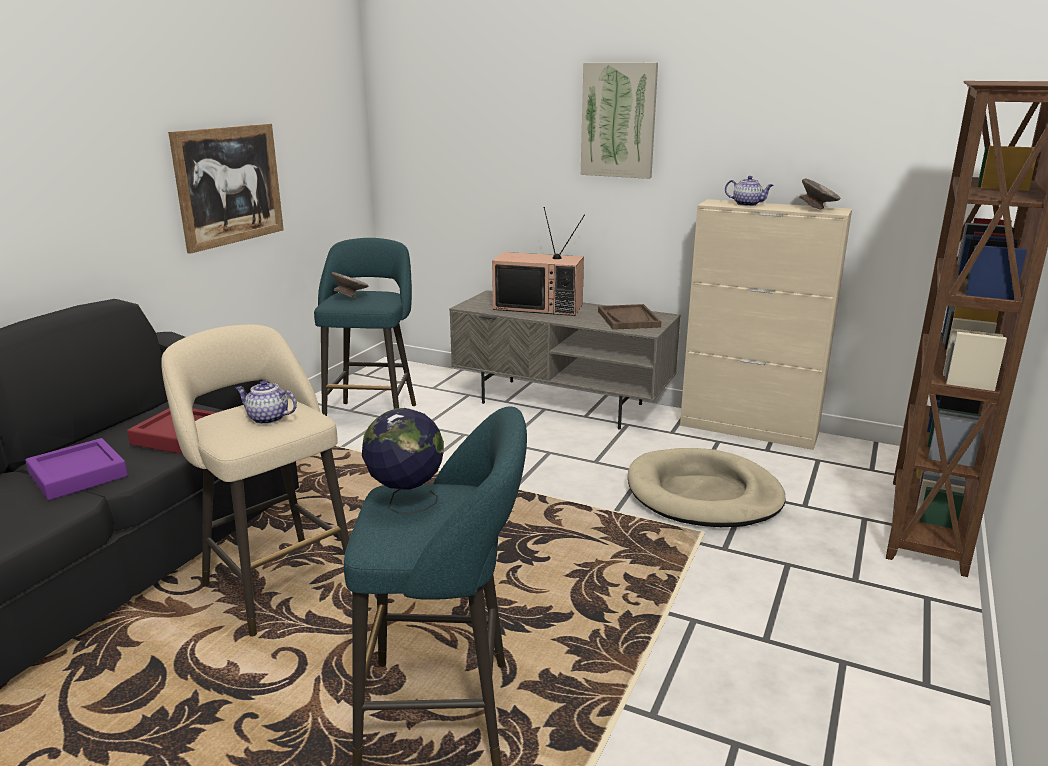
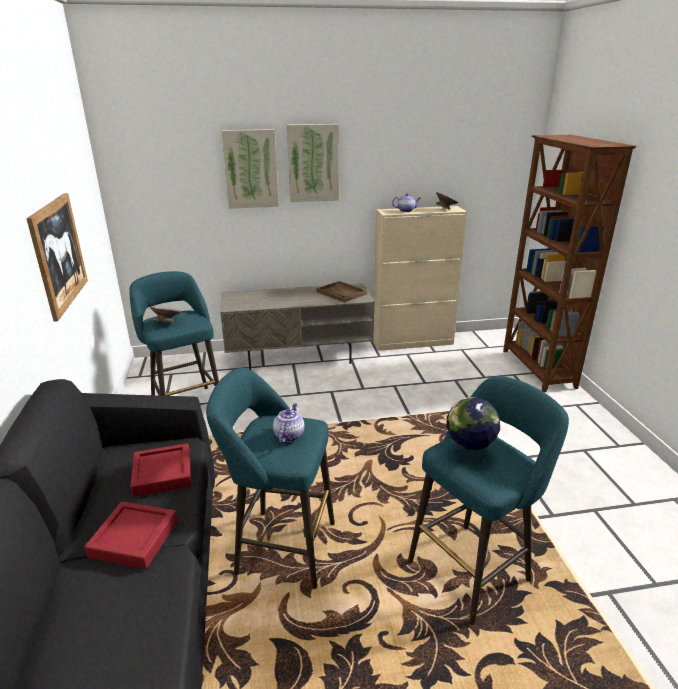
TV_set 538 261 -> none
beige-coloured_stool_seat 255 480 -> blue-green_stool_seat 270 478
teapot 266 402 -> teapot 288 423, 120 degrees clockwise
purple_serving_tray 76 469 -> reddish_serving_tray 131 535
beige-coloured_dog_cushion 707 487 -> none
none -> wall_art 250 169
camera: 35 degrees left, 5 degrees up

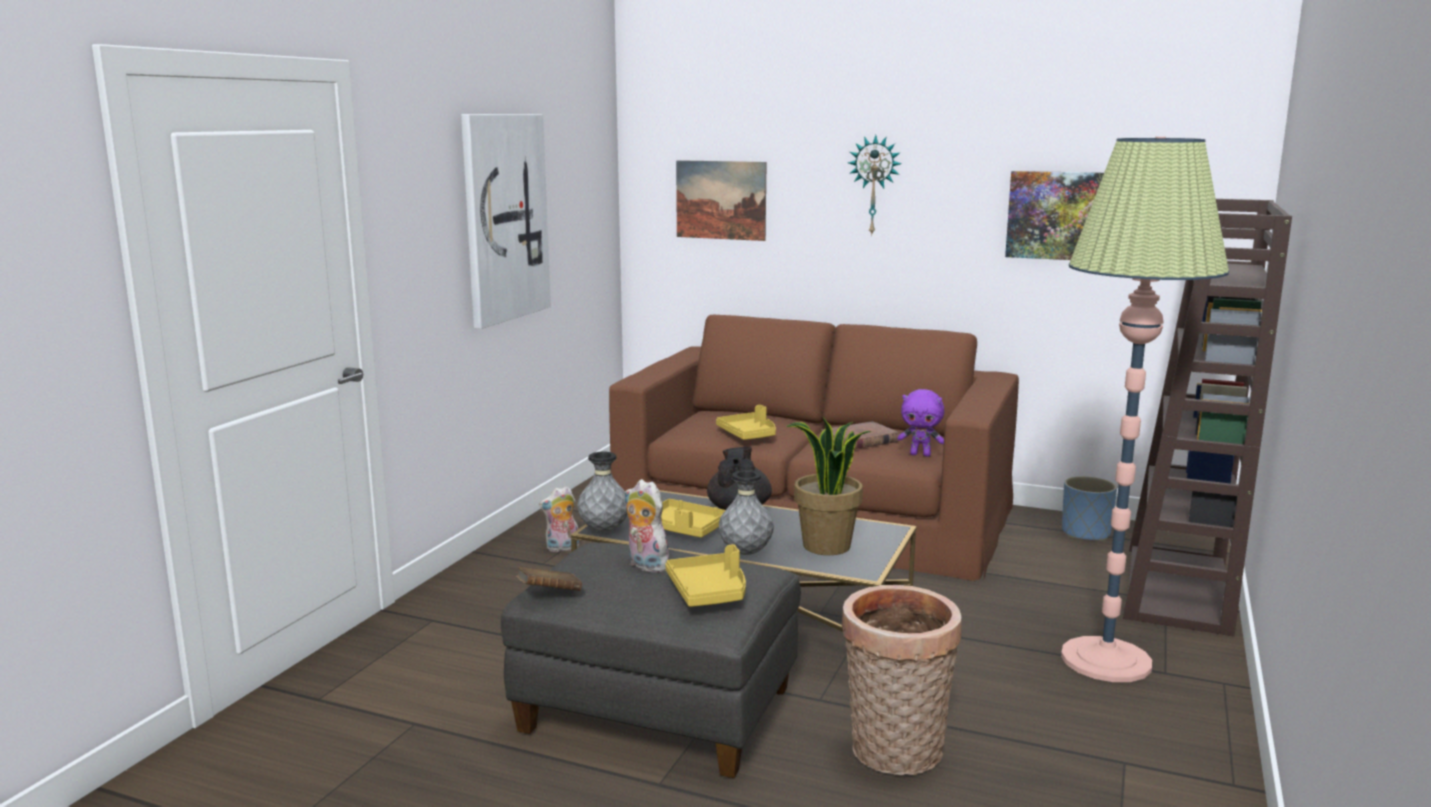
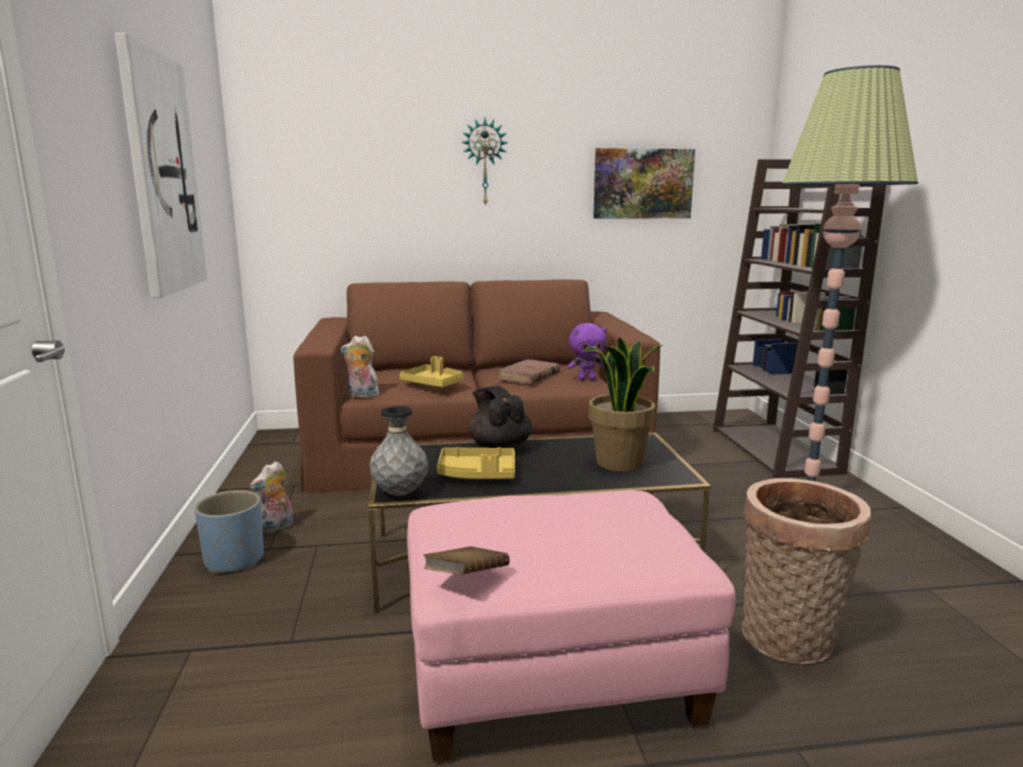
wall_art 721 200 -> none
grey_decorative_vase 746 512 -> none
bluish_plant_pot 1089 508 -> bluish_plant_pot 229 531, shifted
cuddly_toy 646 526 -> cuddly_toy 361 367, shifted
grey_pouffe 651 660 -> pink_pouffe 571 626
yellowish_serving_tray 705 575 -> none
camera: 30 degrees left, 0 degrees up

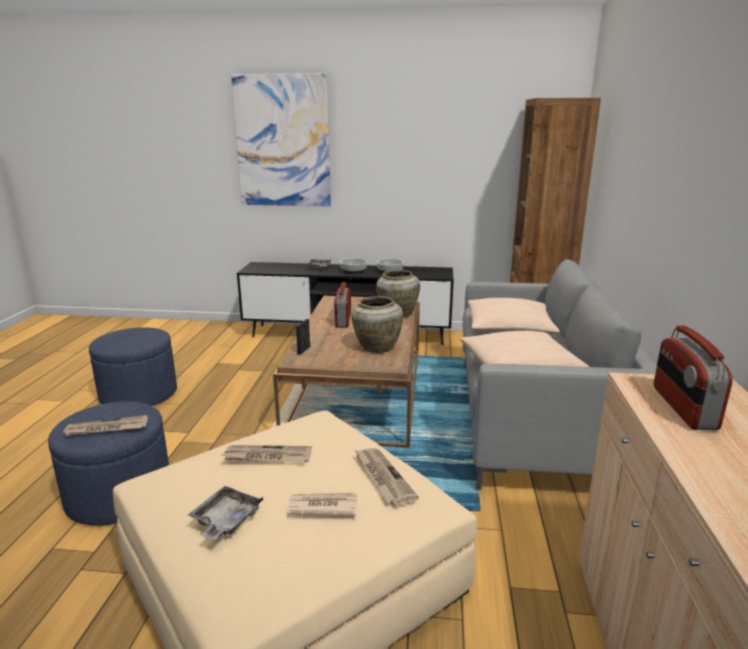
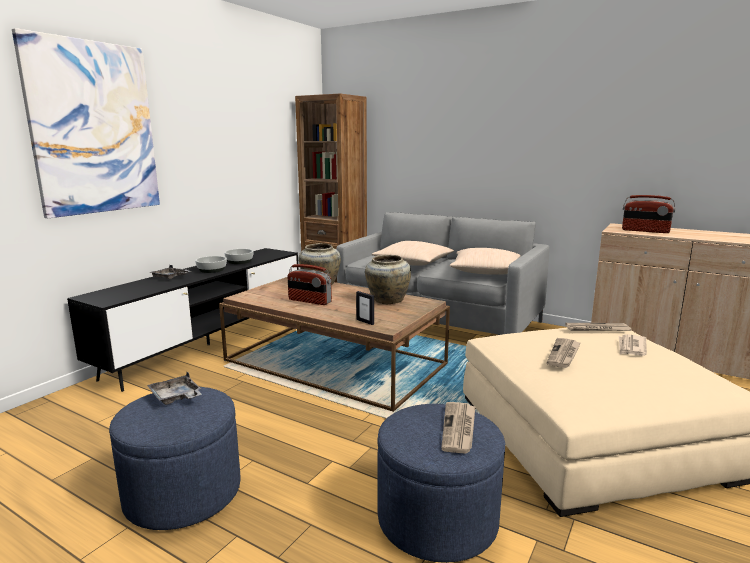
grey_serving_tray 225 513 -> grey_serving_tray 174 388, shifted
camera: 65 degrees left, 5 degrees down

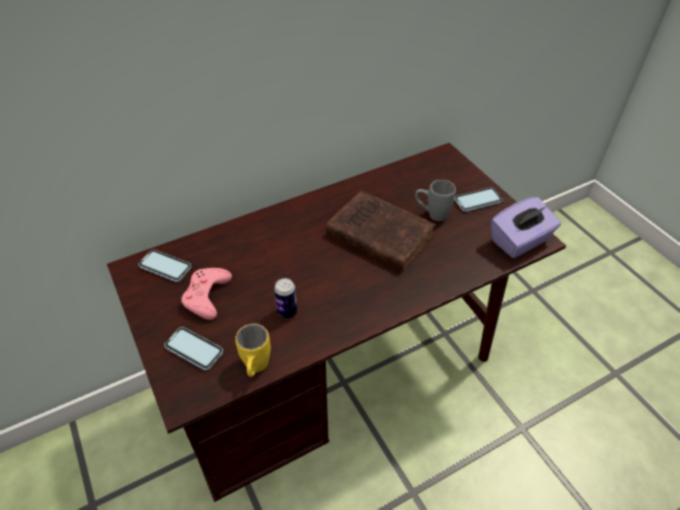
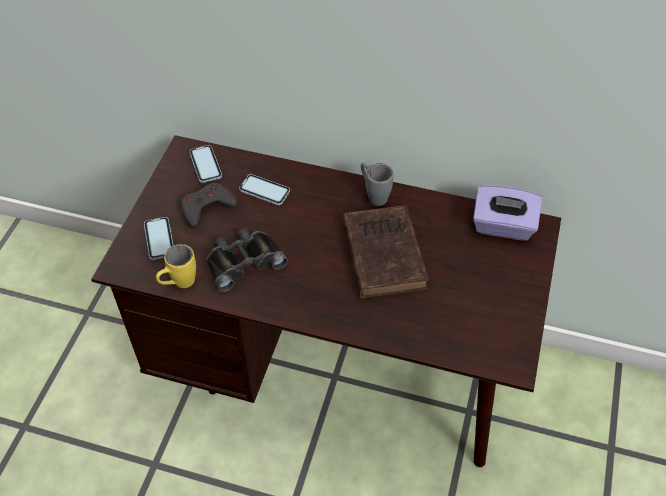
grey_tea_mug 435 200 -> grey_tea_mug 377 184, shifted
telephone 478 199 -> telephone 264 189, shifted
purple_tissue_box 526 227 -> purple_tissue_box 507 213, shifted
pink_game_controller 206 294 -> grey_game_controller 209 205
can 285 298 -> black_pair_of_binoculars 247 260
camera: 45 degrees right, 5 degrees up

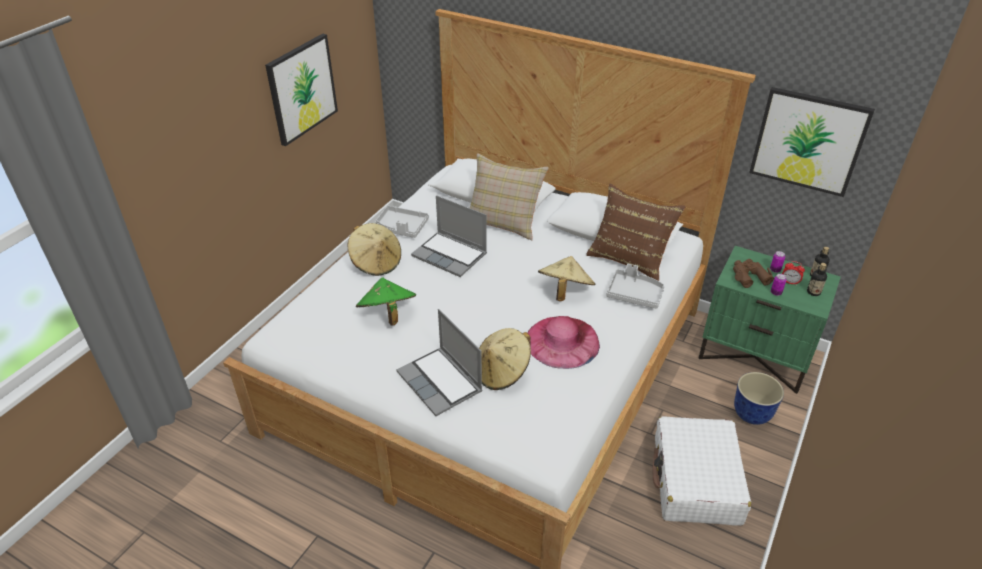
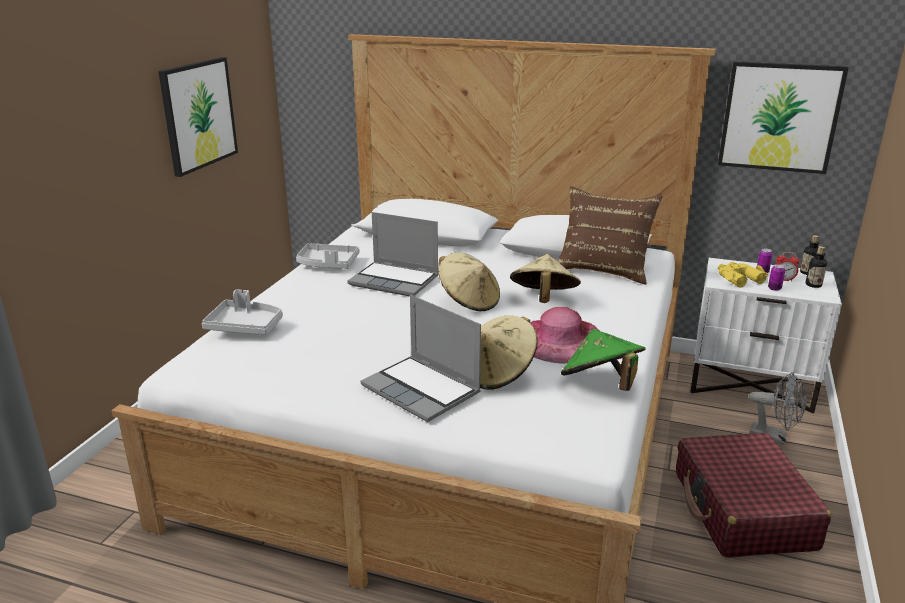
beige-coloured_throw_pillow 509 196 -> none
beige-coloured_wearable_hat 374 249 -> beige-coloured_wearable_hat 469 282, shifted
greenish_night_table 770 320 -> white_night_table 766 335
brown_pair_of_binoculars 753 273 -> yellowish_pair_of_binoculars 743 275
grey_serving_tray 635 286 -> grey_serving_tray 242 312, shifted
greenish_wearable_hat 386 301 -> greenish_wearable_hat 603 360, shifted
plant_pot 759 398 -> grey_cooling_fan 777 408
white_piece_of_luggage 702 471 -> reddish_piece_of_luggage 753 495
camera: 10 degrees left, 15 degrees down

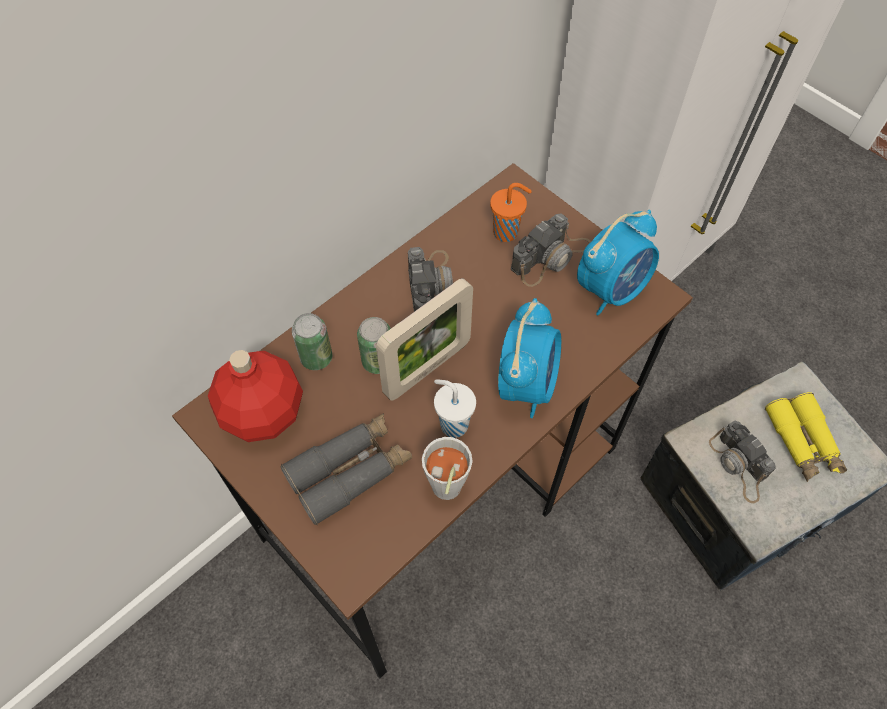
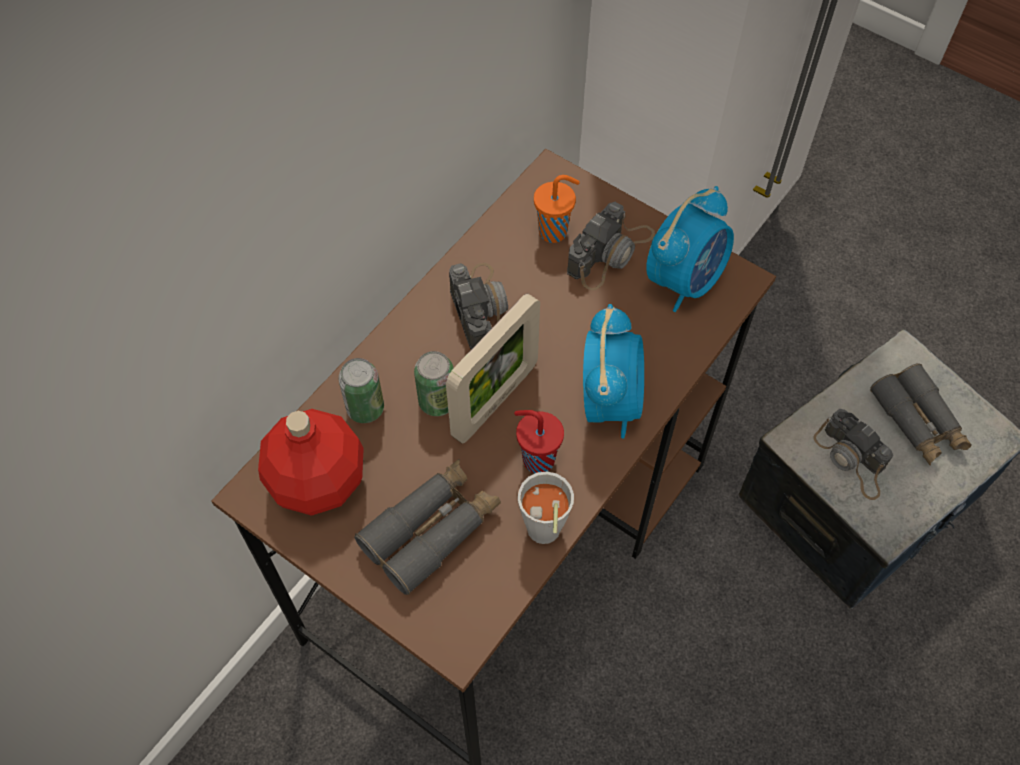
white_drinking_cup 455 408 -> reddish_drinking_cup 539 441
yellowish_pair_of_binoculars 806 437 -> grey_pair_of_binoculars 921 414
camera: 10 degrees left, 0 degrees up

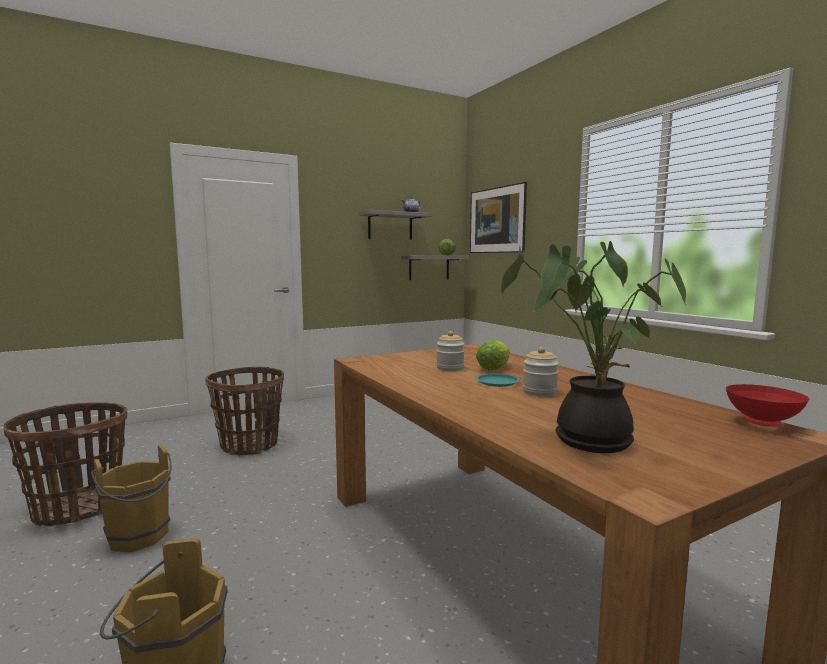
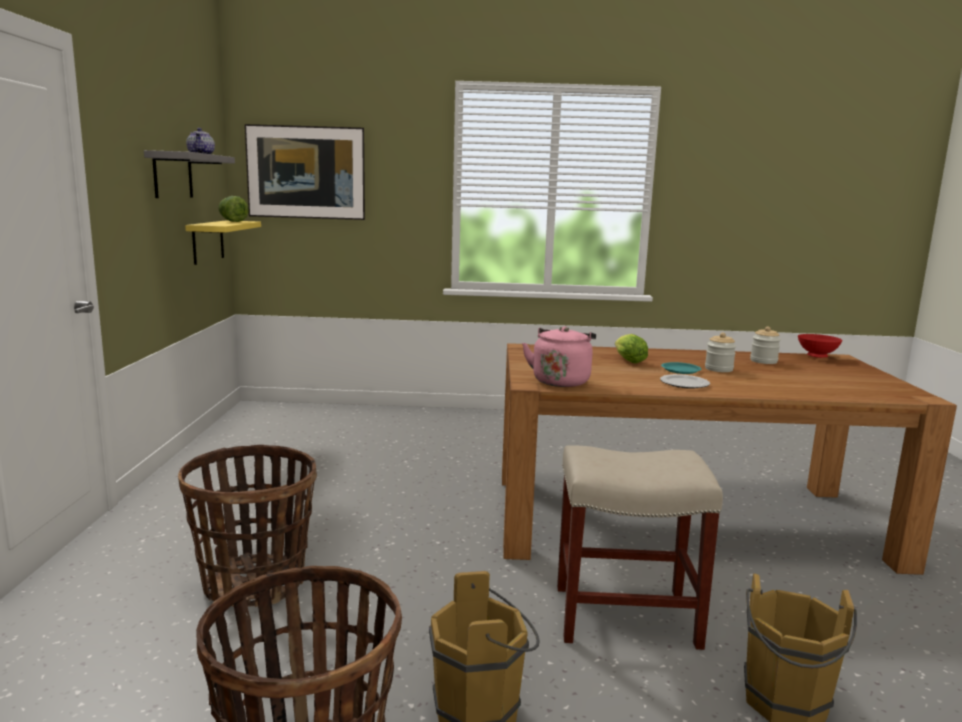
potted_plant 593 347 -> none
grey_shelf 435 268 -> yellowish_shelf 223 242
storage_jar 450 351 -> storage_jar 765 345, shifted
none -> pink_kettle 559 356
none -> flat_dish 685 381
none -> beige-coloured_stool_seat 640 547
camera: 60 degrees left, 5 degrees up

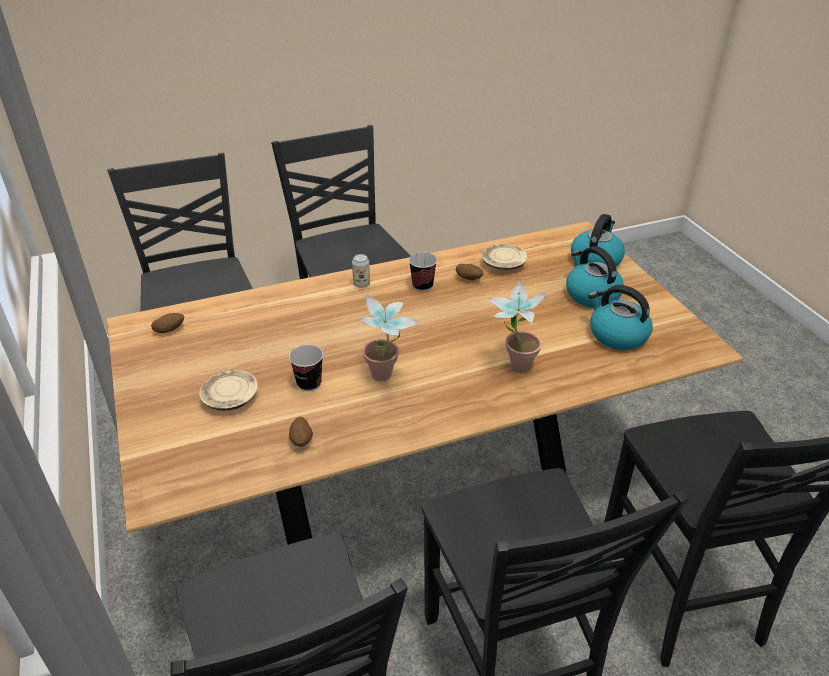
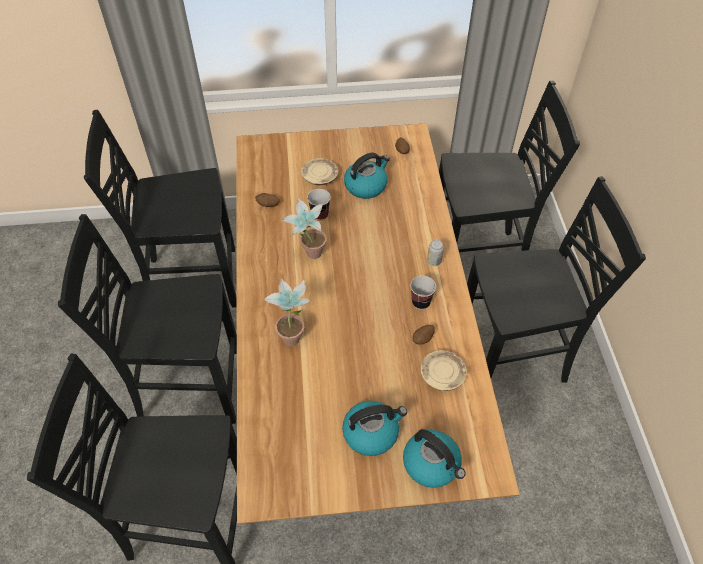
kettle 620 317 -> kettle 367 176, shifted
camera: 105 degrees right, 15 degrees up

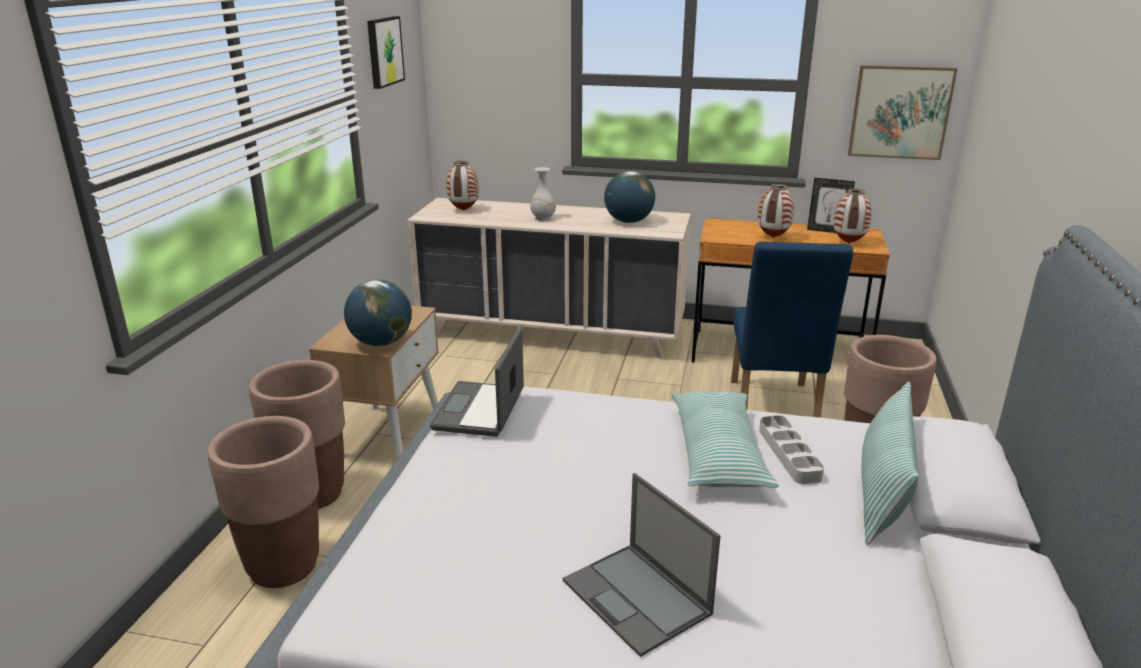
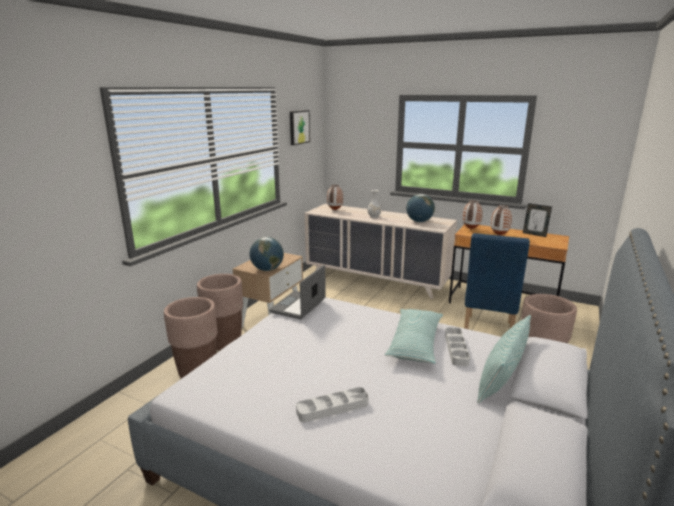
wall_art 902 112 -> none
decorative_vase 852 215 -> decorative_vase 473 214, shifted
laptop 642 565 -> grey_serving_tray 332 404
camera: 15 degrees right, 5 degrees down

